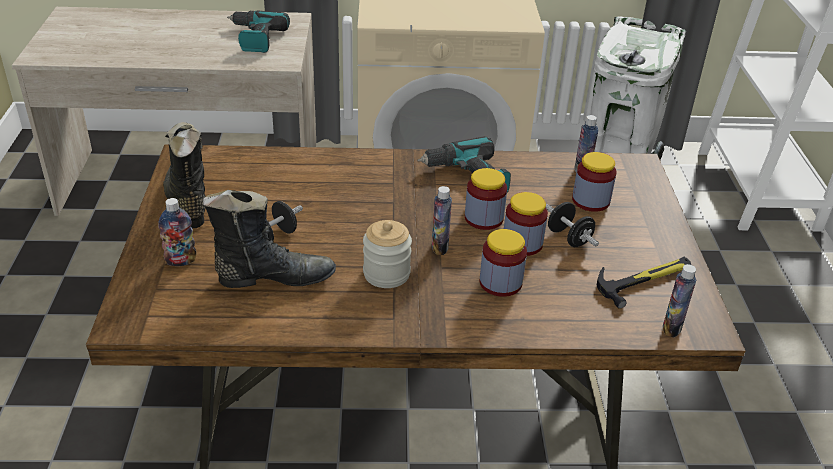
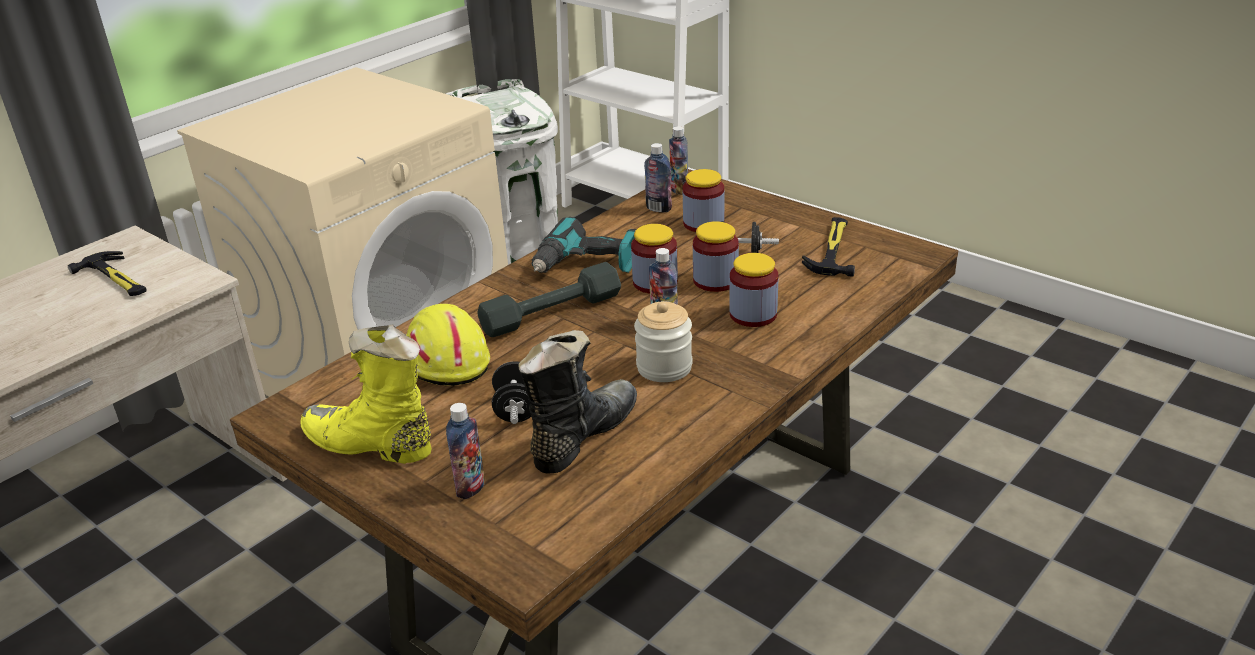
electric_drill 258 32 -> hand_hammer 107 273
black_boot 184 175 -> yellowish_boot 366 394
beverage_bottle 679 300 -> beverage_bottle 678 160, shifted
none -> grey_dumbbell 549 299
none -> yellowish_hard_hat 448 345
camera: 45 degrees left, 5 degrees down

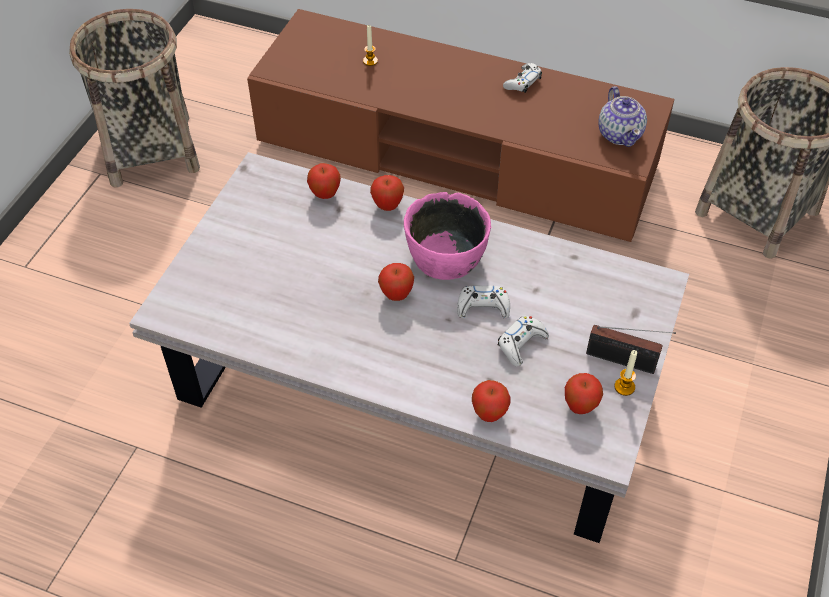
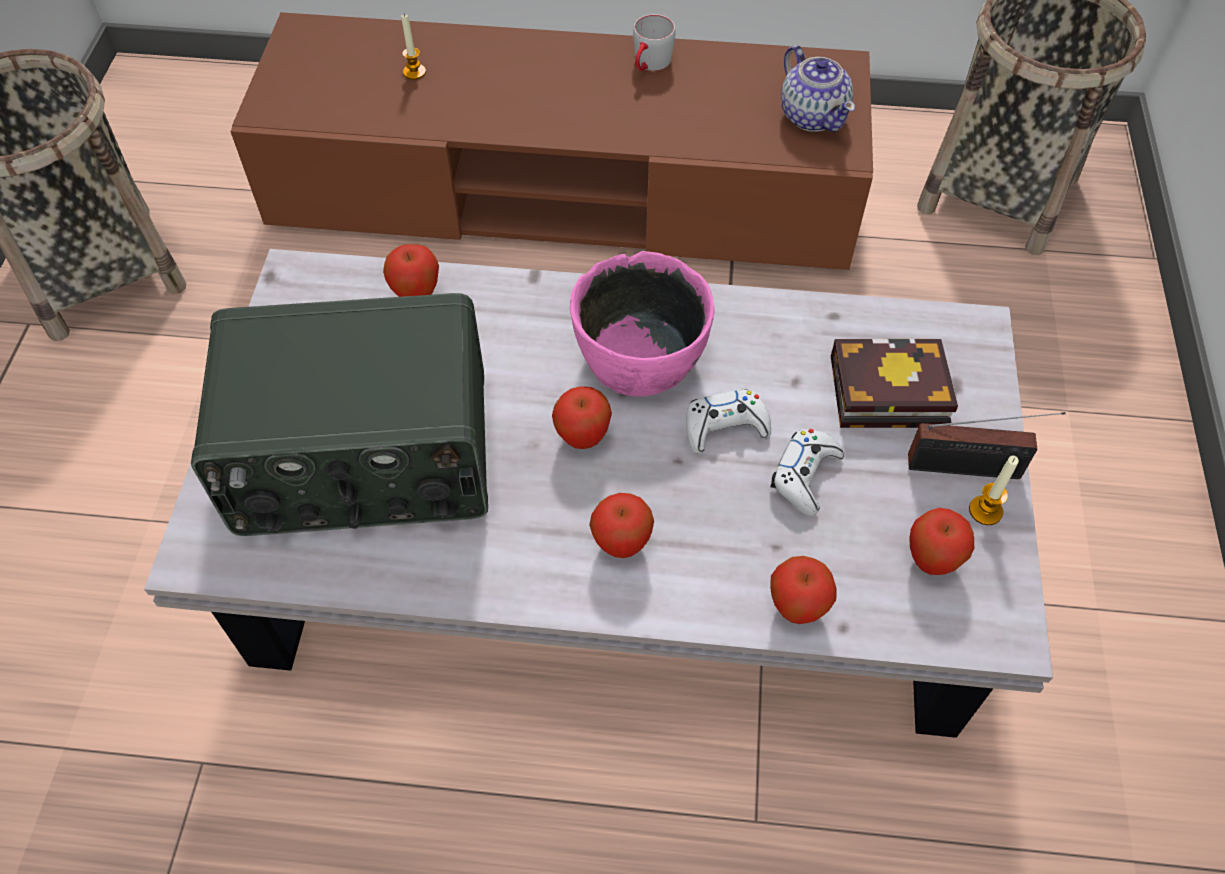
white_game_controller 522 78 -> grey_tea_mug 654 42
apple_fruit 387 193 -> apple_fruit 621 525, shifted
none -> radio_receiver 339 414
none -> book 894 383
camera: 15 degrees left, 5 degrees up

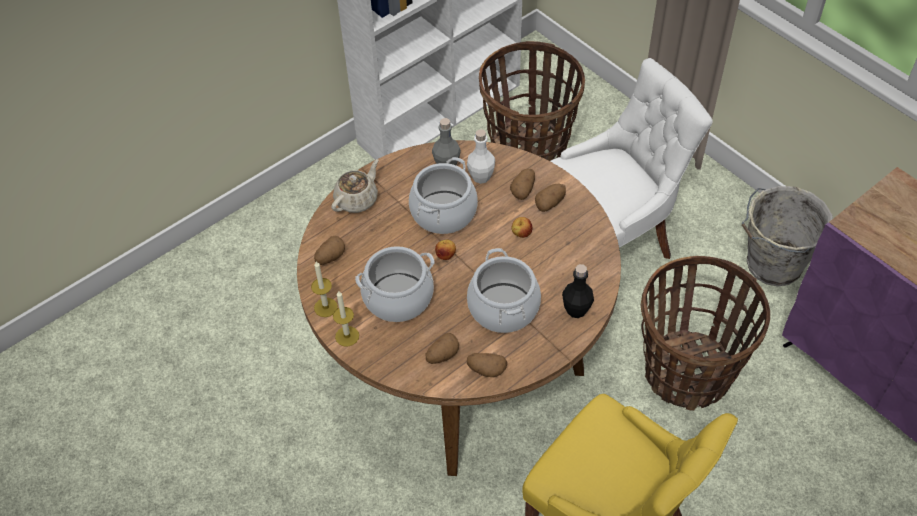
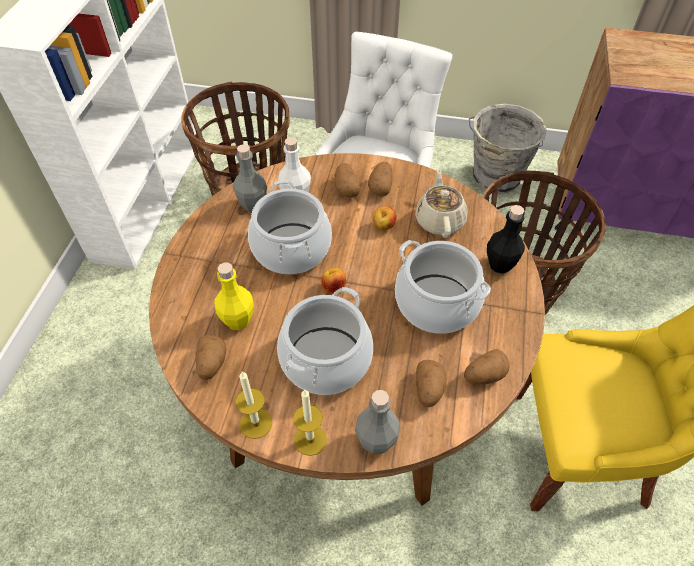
beige-coloured_teapot 355 186 -> beige-coloured_teapot 441 202, shifted
none -> yellowish_beverage_bottle 234 296
none -> grey_beverage_bottle 377 422
camera: 40 degrees left, 0 degrees up

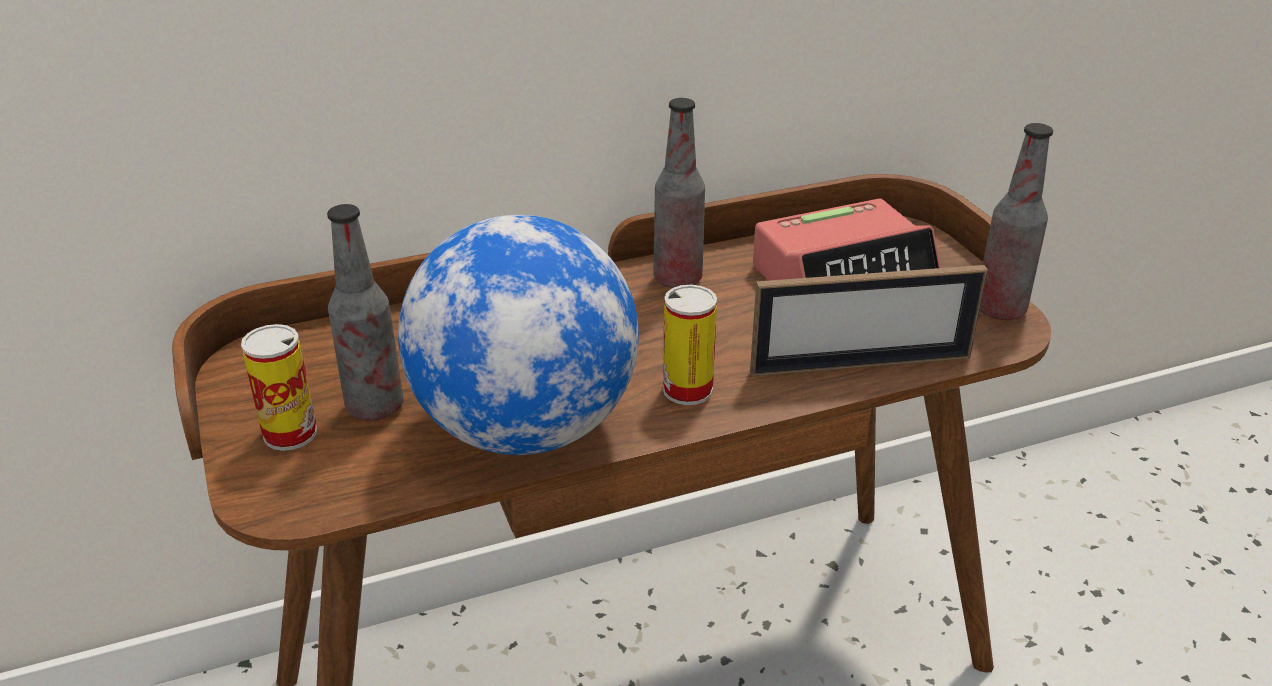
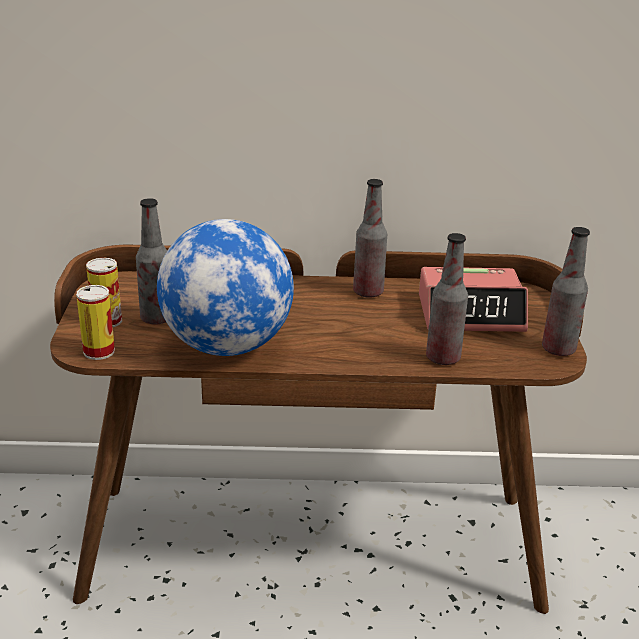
standing_frame 869 321 -> beverage_bottle 447 299
can 690 345 -> can 95 322, shifted
camera: 20 degrees right, 5 degrees down

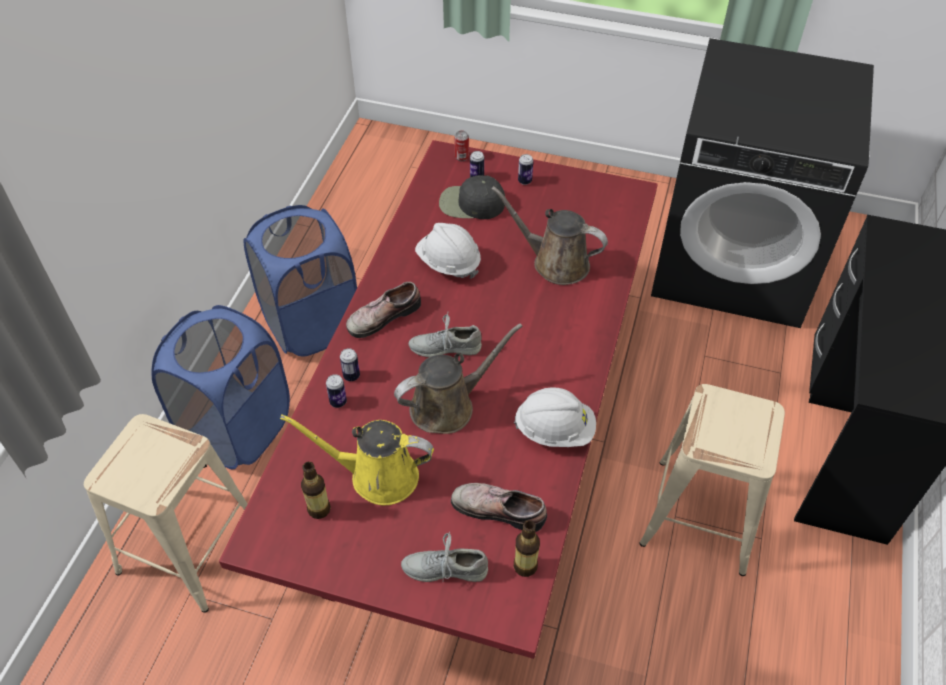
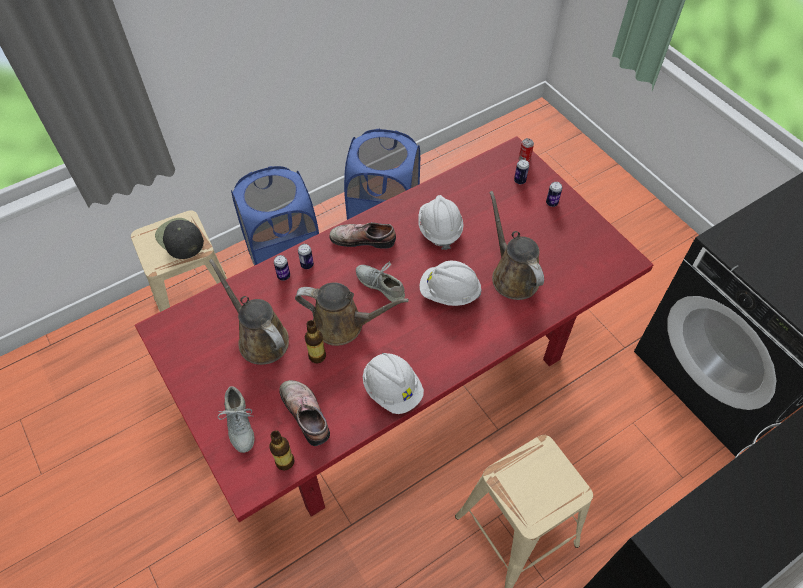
black_baseball_cap 472 197 -> black_baseball_cap 179 238, shifted
yellowish_sprinkling_can 357 459 -> brown_sprinkling_can 249 312
beverage_bottle 316 490 -> beverage_bottle 315 341, shifted
grey_item_of_footwear 444 557 -> grey_item_of_footwear 236 419, 150 degrees counterclockwise
none -> white_hard_hat 450 283
camera: 40 degrees right, 5 degrees up

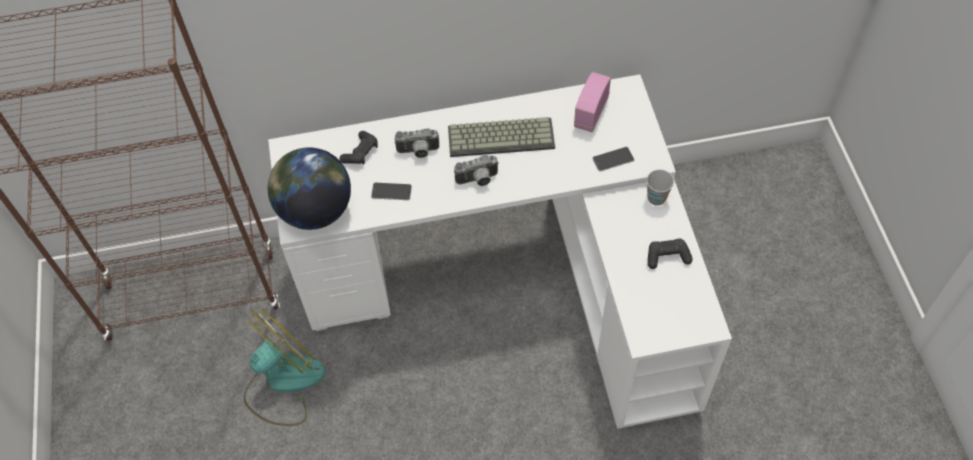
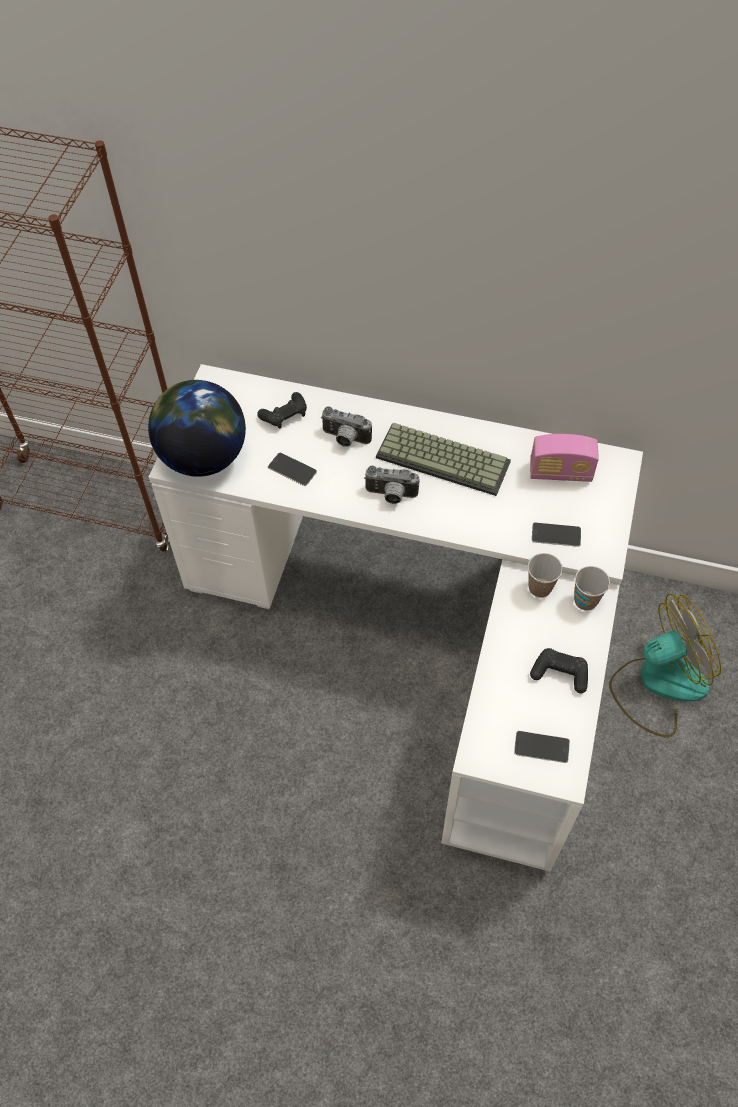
radio_receiver 592 102 -> radio_receiver 564 458, 135 degrees counterclockwise
cooling_fan 284 367 -> cooling_fan 665 666, shifted
none -> drinking_cup 545 575
none -> telephone 542 747
camera: 25 degrees right, 0 degrees up

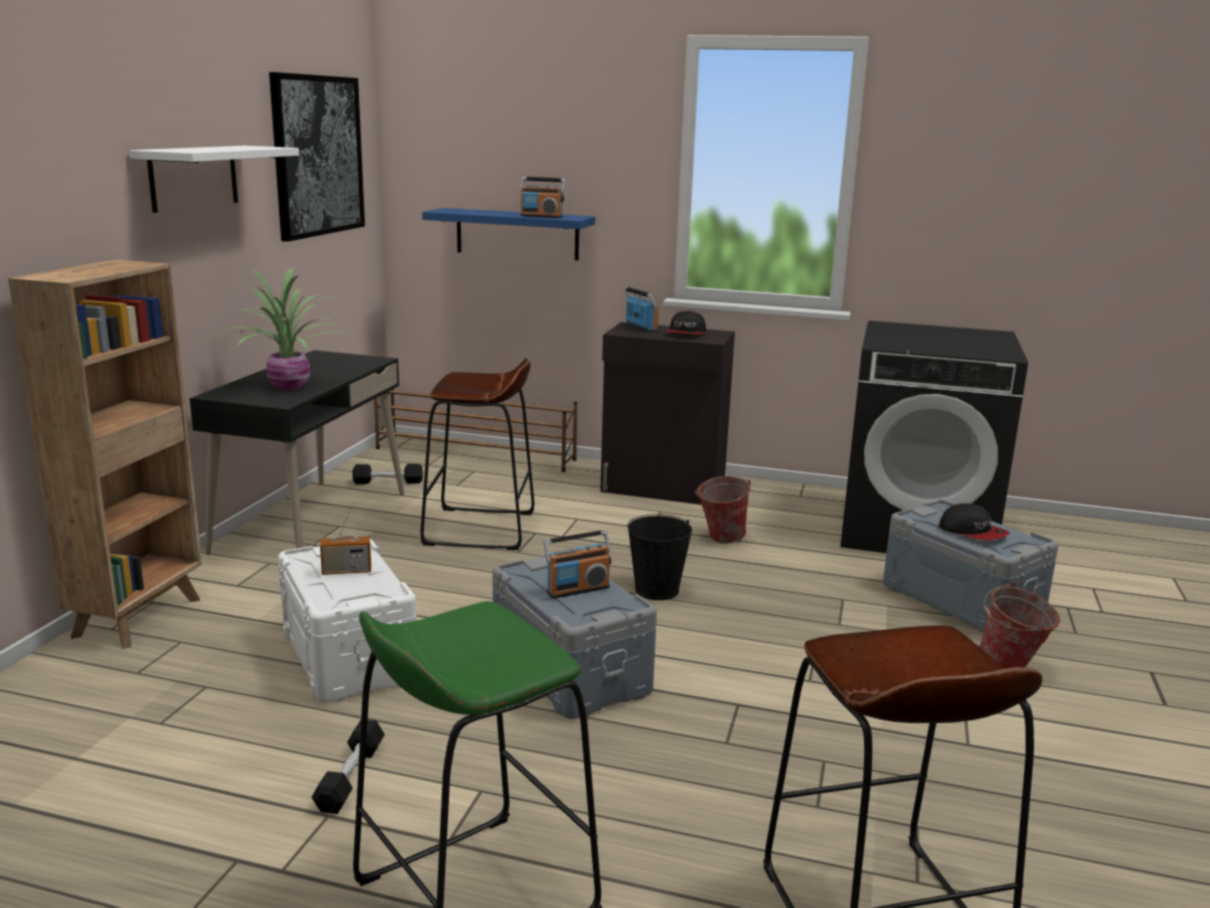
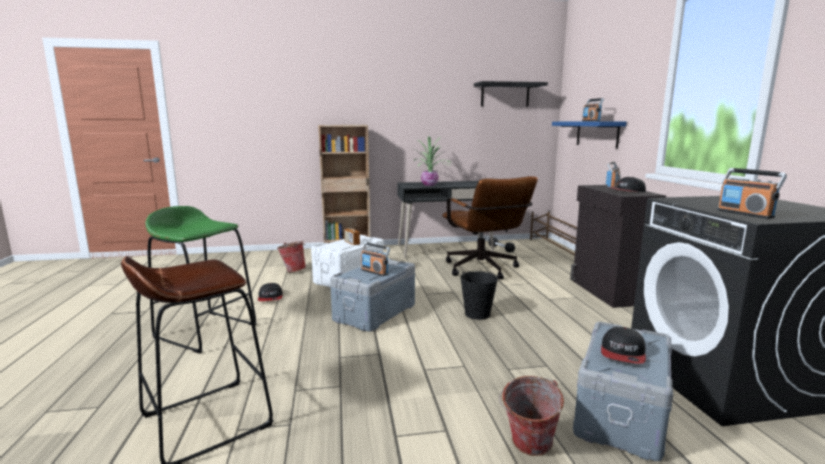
wall_art 317 157 -> black_shelf 511 94
white_shelf 214 179 -> none
brown_stool_seat 477 454 -> brown_computer_chair 490 228
pail 723 509 -> pail 291 257, shifted
black_dumbbell 348 767 -> baseball_cap 270 292
none -> radio_receiver 752 193
camera: 65 degrees right, 5 degrees down

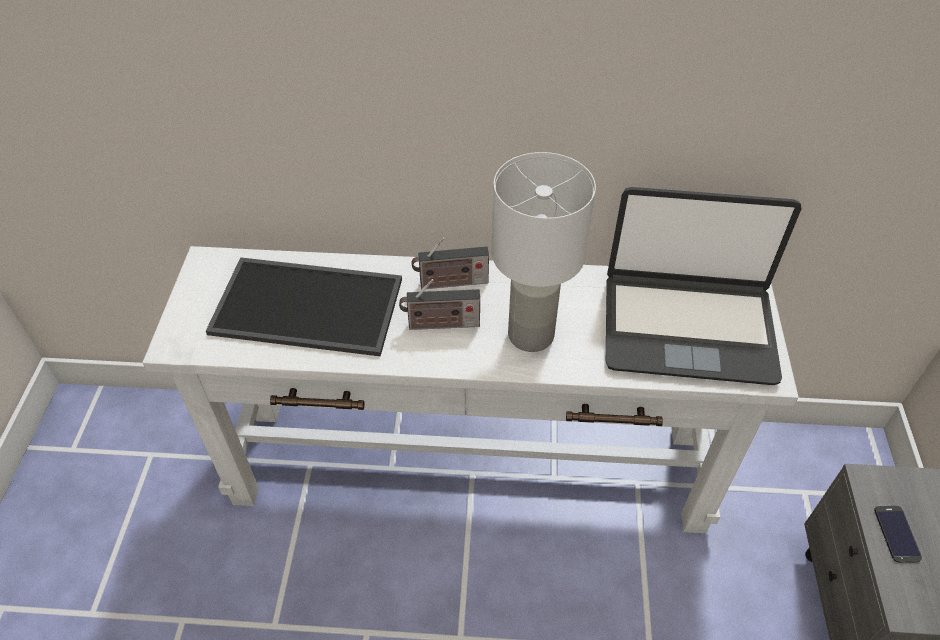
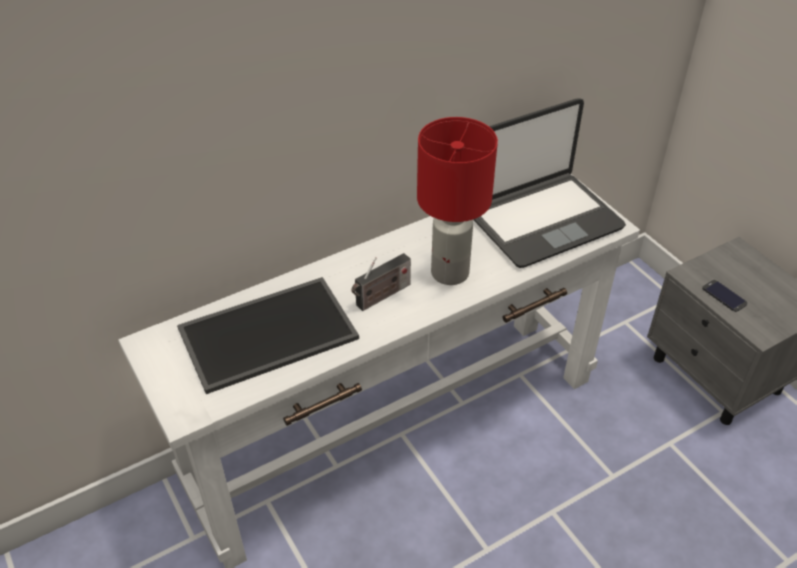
white_table_lamp 544 252 -> reddish_table_lamp 457 201
radio_receiver 450 263 -> none
camera: 35 degrees left, 5 degrees down

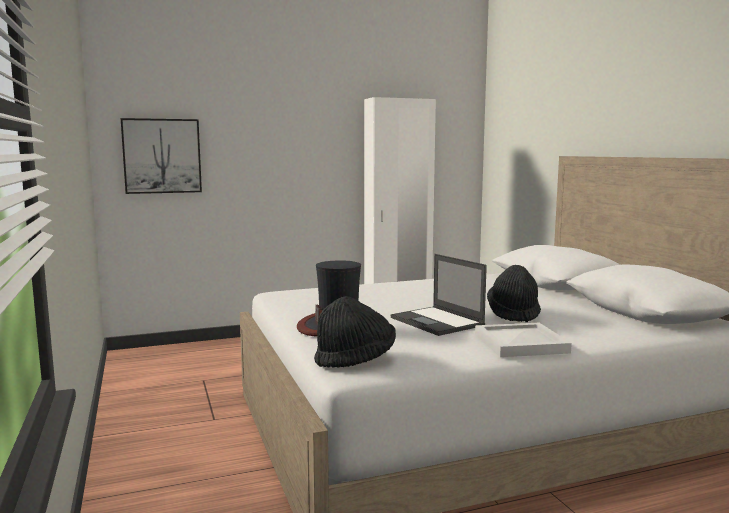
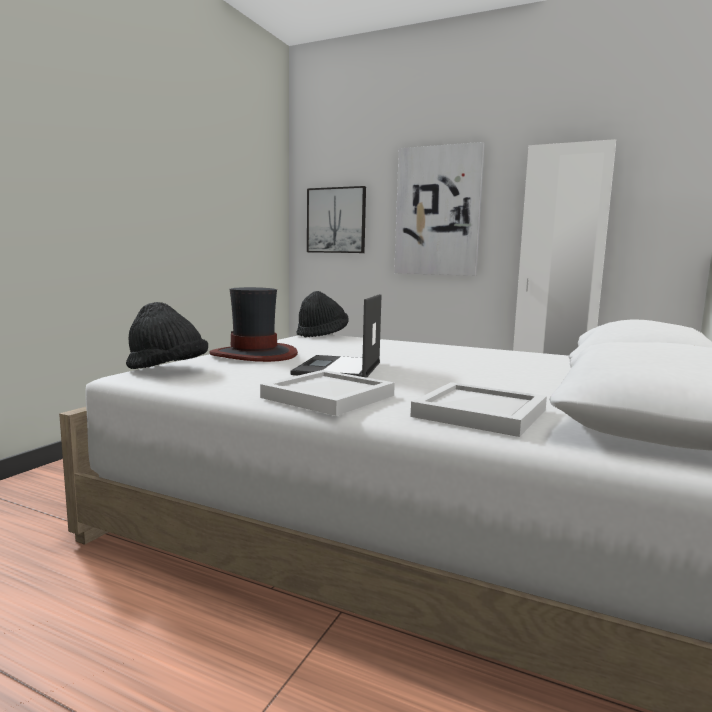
black_wearable_hat 514 293 -> black_wearable_hat 322 314, shifted
none -> wall_art 439 209
none -> white_serving_tray 478 409
camera: 45 degrees right, 0 degrees up

